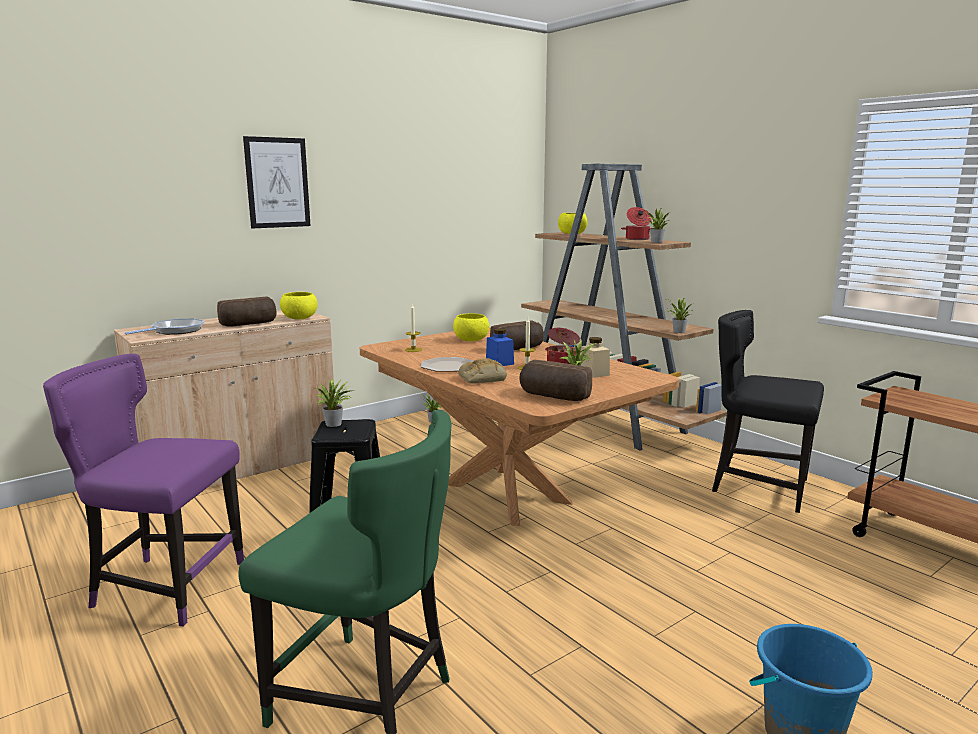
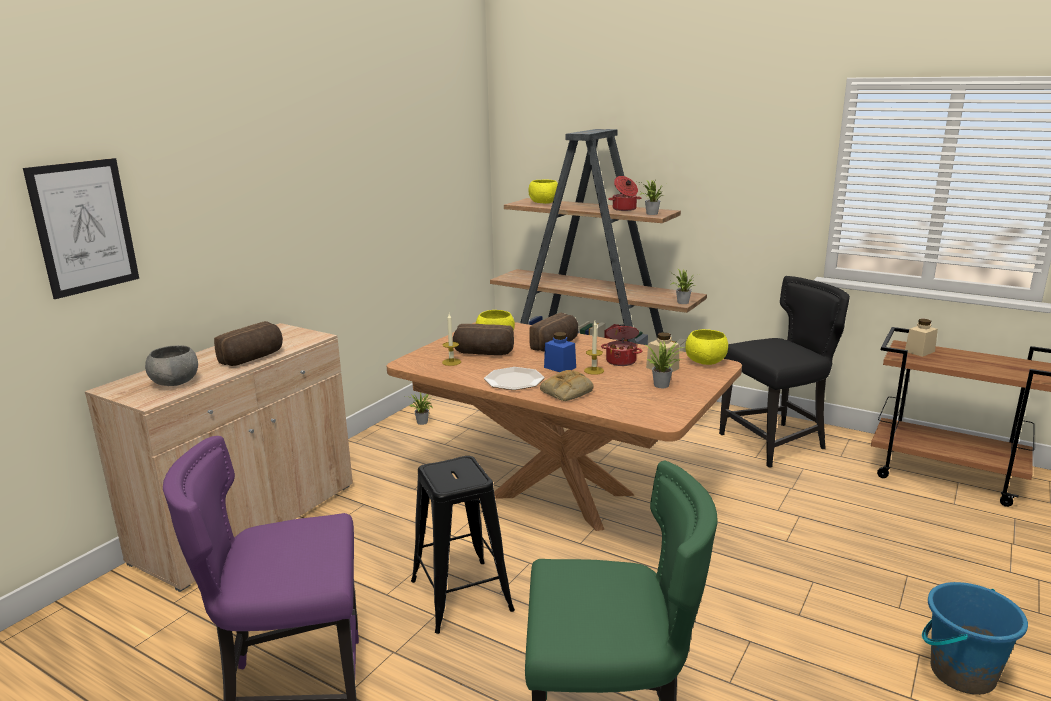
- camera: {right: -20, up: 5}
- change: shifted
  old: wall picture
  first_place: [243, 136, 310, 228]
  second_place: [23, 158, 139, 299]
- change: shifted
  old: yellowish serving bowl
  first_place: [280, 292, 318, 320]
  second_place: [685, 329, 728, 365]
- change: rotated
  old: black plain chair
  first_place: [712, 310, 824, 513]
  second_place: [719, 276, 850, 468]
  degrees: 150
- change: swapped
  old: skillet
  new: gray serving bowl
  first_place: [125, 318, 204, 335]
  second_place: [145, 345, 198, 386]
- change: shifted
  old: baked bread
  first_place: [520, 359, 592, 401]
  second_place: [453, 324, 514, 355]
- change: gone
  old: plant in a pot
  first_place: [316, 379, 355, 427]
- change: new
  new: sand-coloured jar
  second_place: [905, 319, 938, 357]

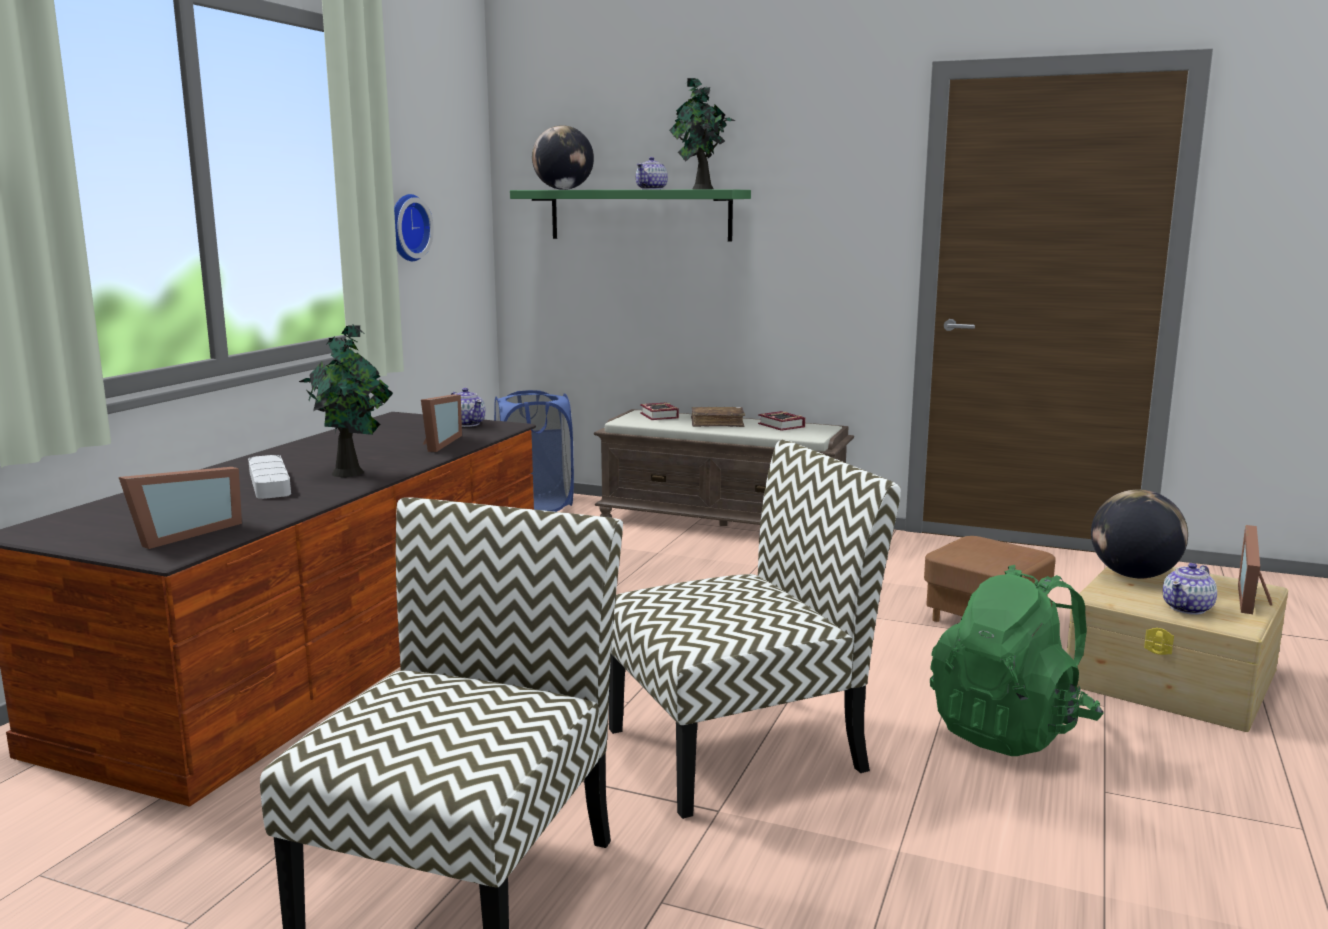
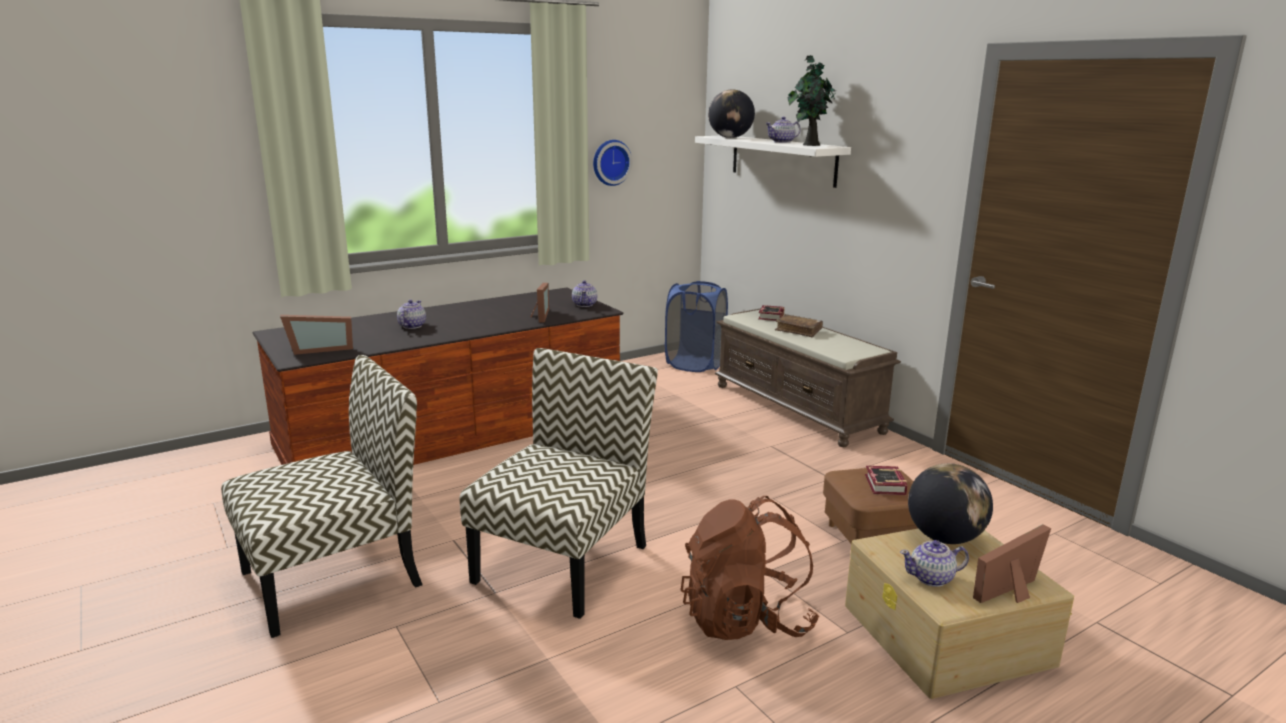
- camera: {right: 35, up: 5}
- change: repainted
  old: greenish bracket shelf
  new: whitish bracket shelf
  first_place: [510, 189, 751, 242]
  second_place: [695, 136, 851, 188]
- change: gone
  old: plant in a pot
  first_place: [299, 325, 393, 477]
- change: rotated
  old: photo frame
  first_place: [421, 395, 462, 452]
  second_place: [530, 283, 549, 323]
  degrees: -45
- change: shifted
  old: book
  first_place: [758, 411, 805, 431]
  second_place: [865, 466, 908, 495]
- change: rotated
  old: plain chair
  first_place: [609, 440, 901, 819]
  second_place: [460, 348, 658, 619]
  degrees: -75
- change: swapped
  old: gray tray
  new: pot for tea
  first_place: [248, 455, 291, 499]
  second_place: [397, 300, 426, 329]
- change: repainted
  old: greenish rucksack
  new: brown-coloured rucksack
  first_place: [930, 565, 1103, 756]
  second_place: [681, 496, 819, 640]

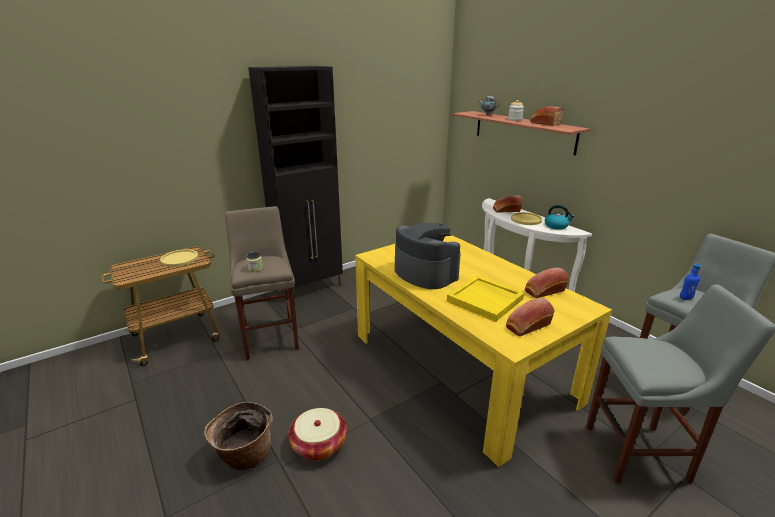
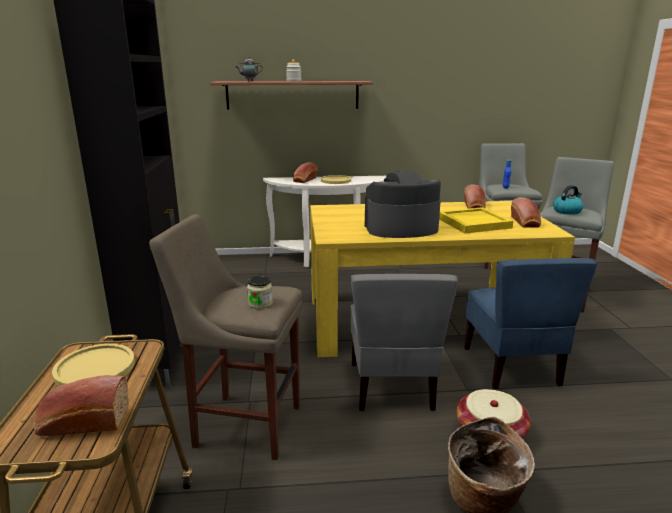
- camera: {right: -60, up: -5}
- change: shifted
  old: baked bread
  first_place: [530, 107, 564, 126]
  second_place: [34, 375, 128, 436]
- change: shifted
  old: water kettle
  first_place: [545, 205, 574, 230]
  second_place: [553, 185, 584, 215]
- change: new
  new: bluish plain chair
  second_place: [464, 258, 597, 389]
- change: new
  new: gray plain chair
  second_place: [351, 274, 458, 411]

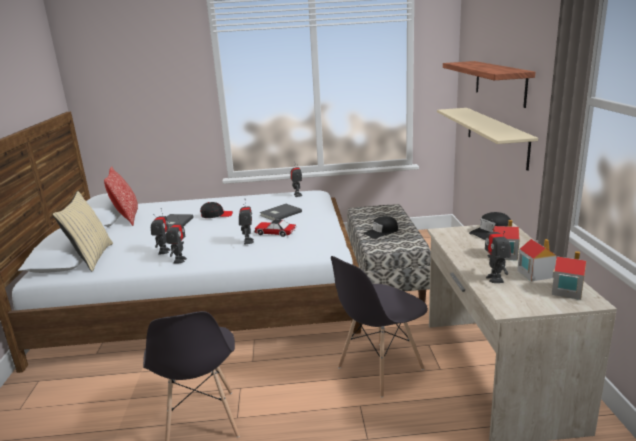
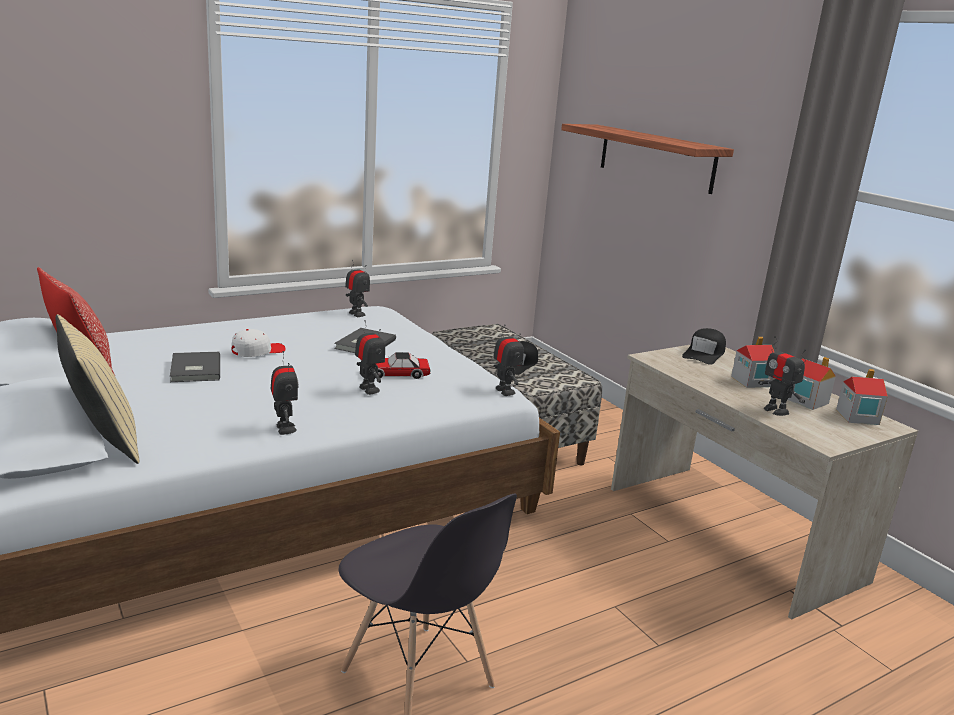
- camera: {right: -30, up: 0}
- change: gone
  old: sand-coloured bracket shelf
  first_place: [437, 108, 538, 171]
- change: repainted
  old: black baseball cap
  new: whitish baseball cap
  first_place: [200, 202, 233, 218]
  second_place: [231, 329, 286, 357]
- change: shifted
  old: robot figure
  first_place: [151, 208, 171, 254]
  second_place: [493, 324, 524, 396]
- change: gone
  old: gray plain chair
  first_place: [331, 256, 428, 398]

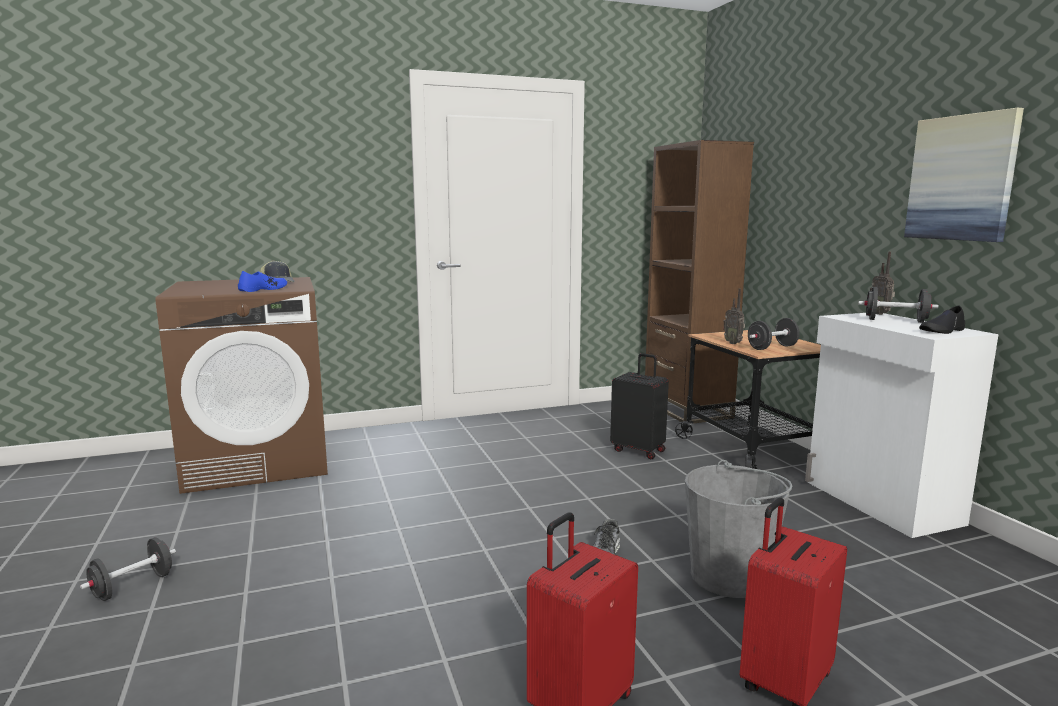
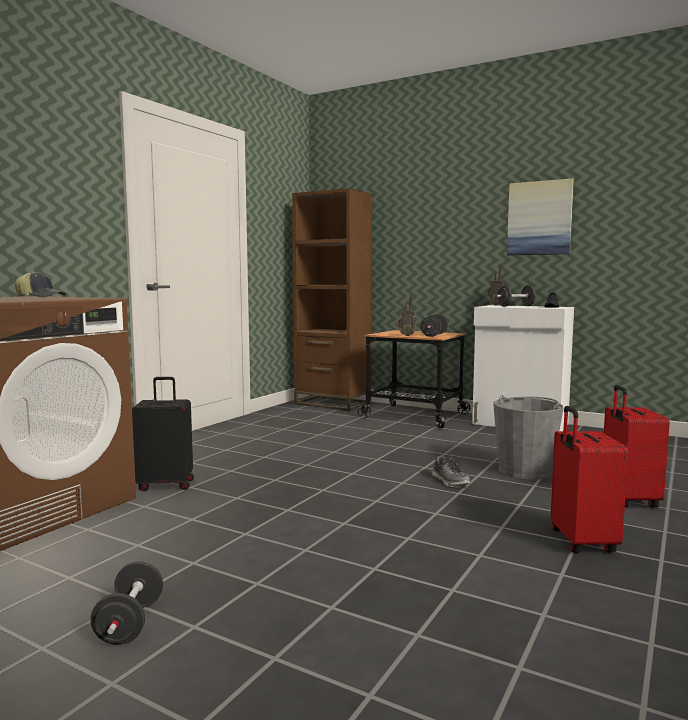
- camera: {right: -40, up: -5}
- change: gone
  old: bluish shoe
  first_place: [238, 271, 287, 292]
- change: shifted
  old: black travel case
  first_place: [610, 353, 669, 459]
  second_place: [132, 377, 194, 491]

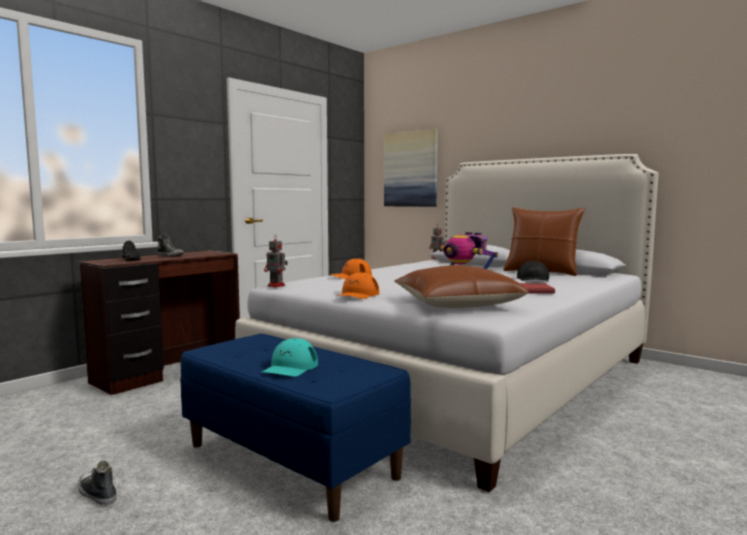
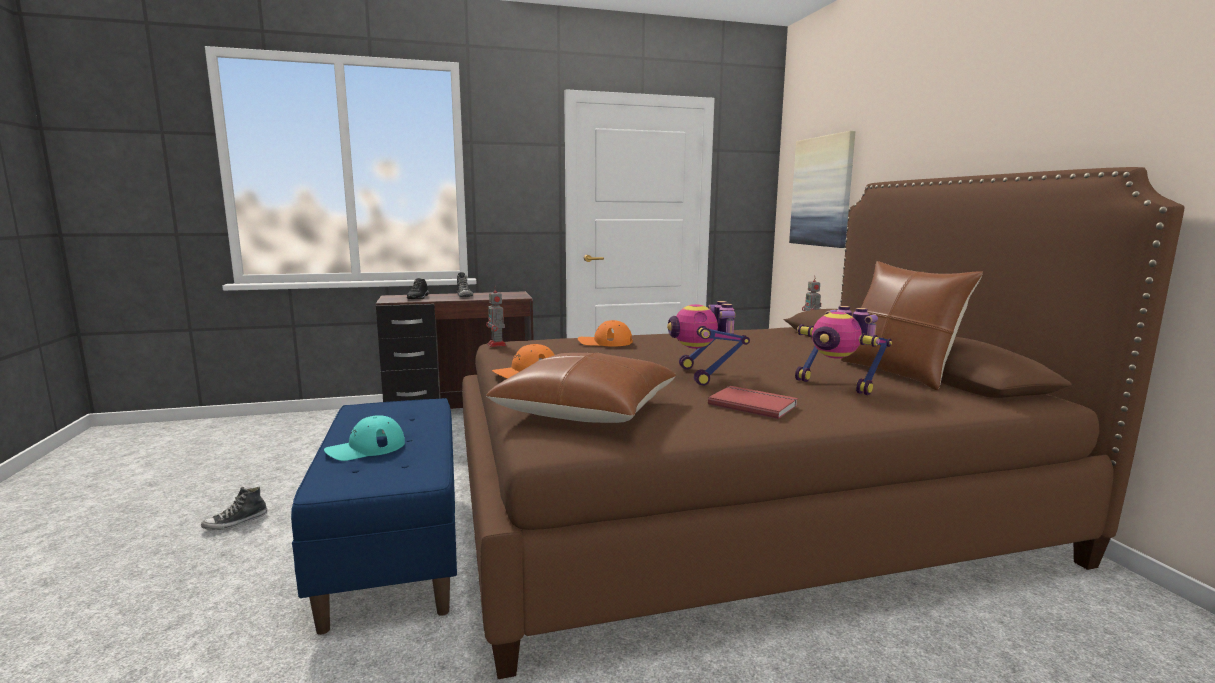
- camera: {right: 35, up: 5}
- change: repainted
  old: whitish bedroom bed
  new: brown-coloured bedroom bed
  first_place: [235, 154, 658, 492]
  second_place: [462, 167, 1184, 679]
- change: swapped
  old: black baseball cap
  new: robot figure
  first_place: [517, 261, 549, 282]
  second_place: [795, 306, 892, 395]
- change: rotated
  old: shoe
  first_place: [78, 461, 117, 505]
  second_place: [201, 486, 267, 530]
  degrees: -120

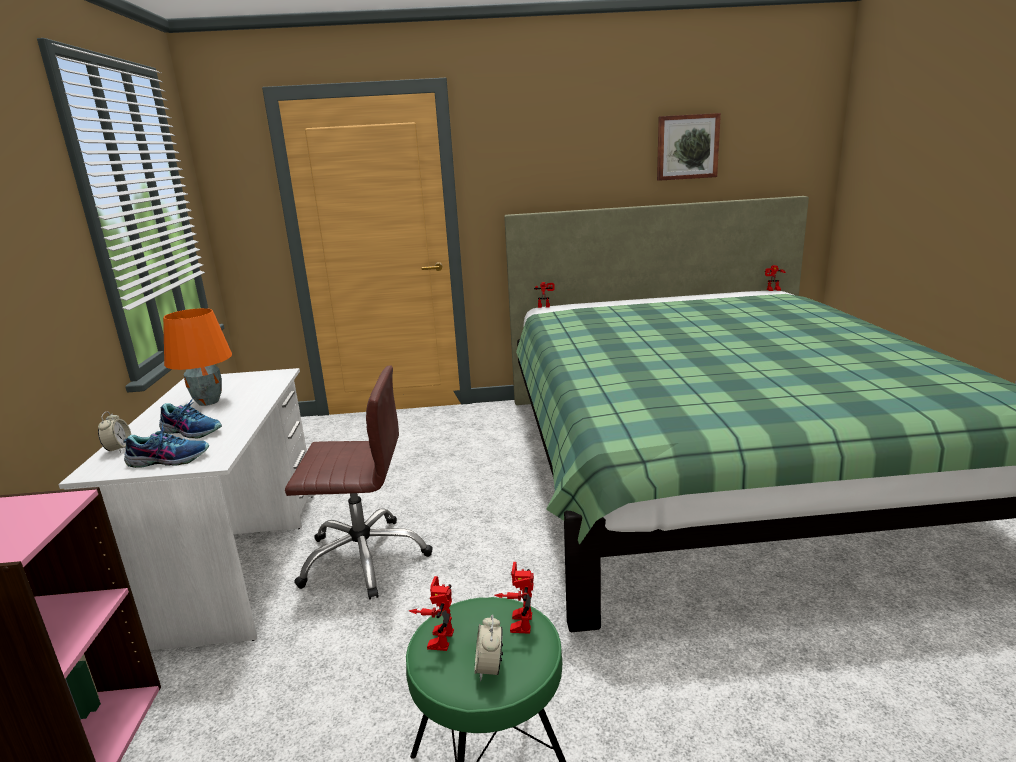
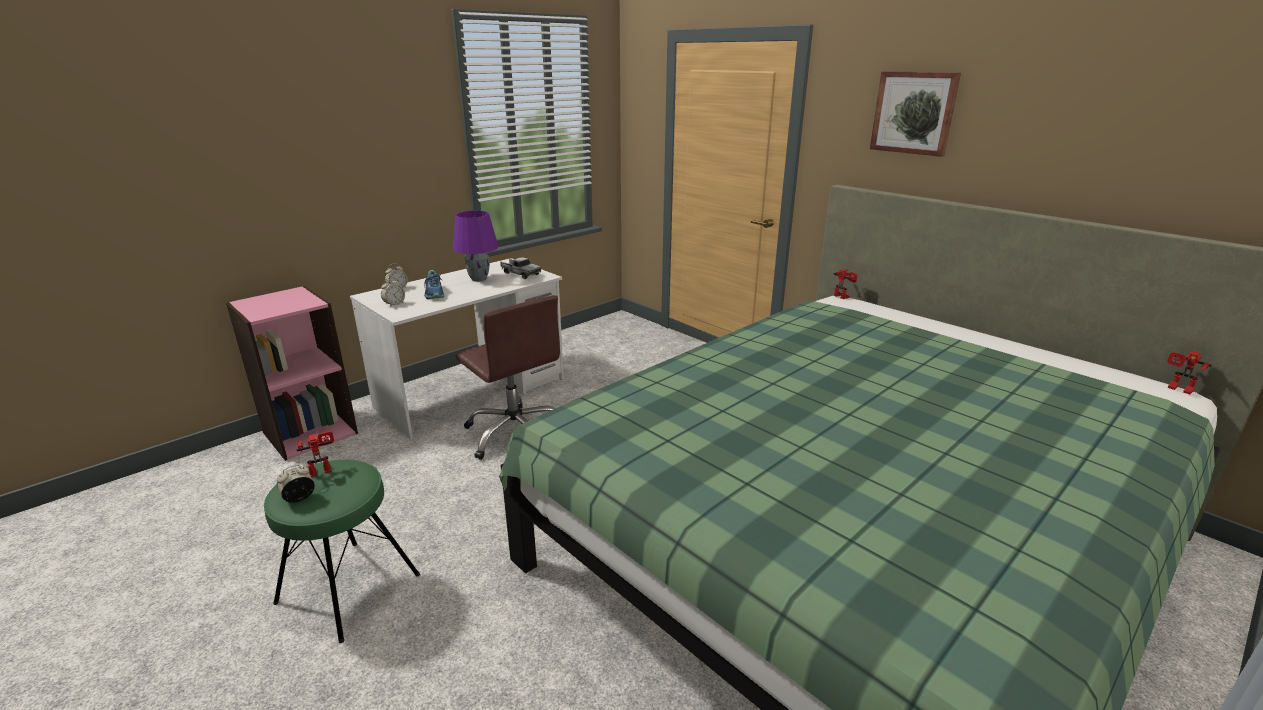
- camera: {right: 50, up: 5}
- change: shifted
  old: wall picture
  first_place: [657, 113, 721, 181]
  second_place: [870, 71, 961, 157]
- change: repainted
  old: orange-coloured table lamp
  new: purple table lamp
  first_place: [163, 308, 232, 406]
  second_place: [453, 211, 499, 282]
- change: swapped
  old: shoe
  new: table clock
  first_place: [123, 424, 209, 468]
  second_place: [381, 277, 405, 307]
- change: gone
  old: robot figure
  first_place: [494, 562, 534, 634]
- change: new
  new: toy truck
  second_place: [500, 257, 541, 279]

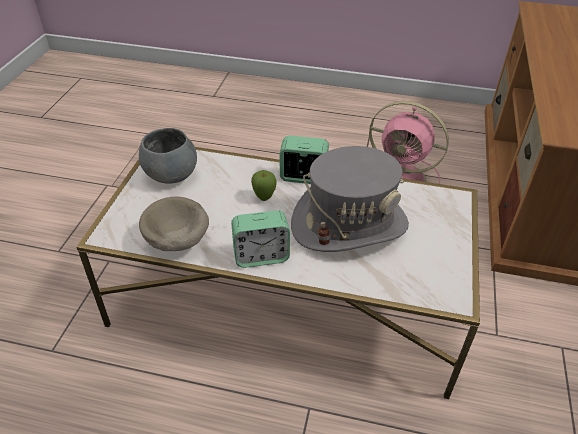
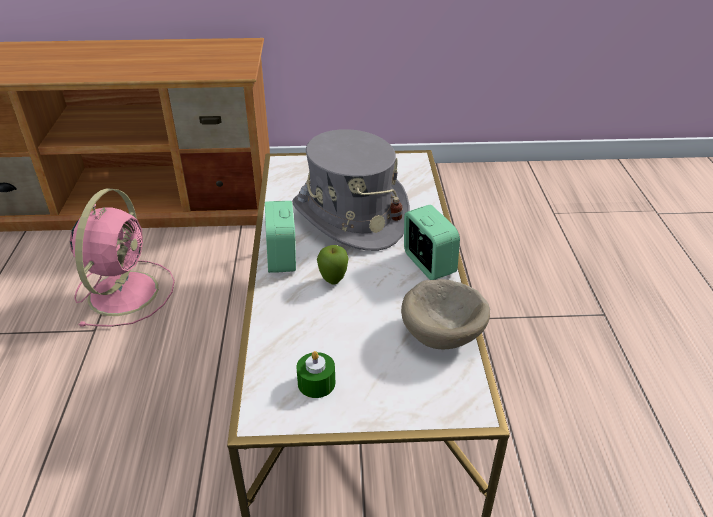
- camera: {right: -105, up: -5}
- change: swapped
  old: gray serving bowl
  new: greenish candle
  first_place: [139, 128, 197, 184]
  second_place: [296, 351, 335, 398]

